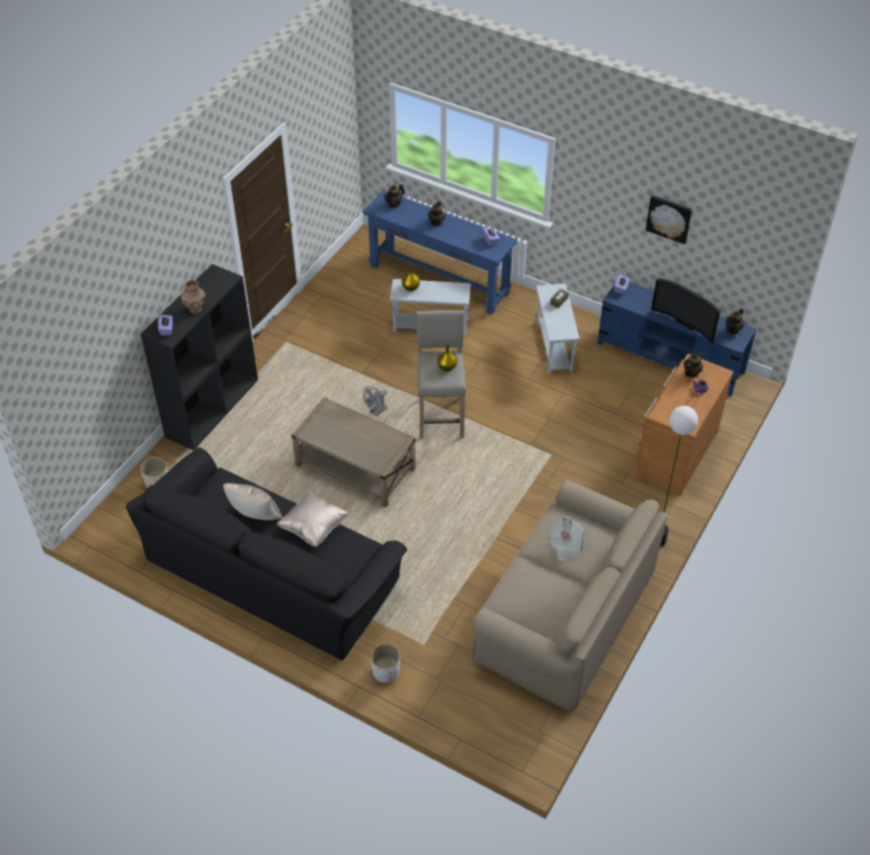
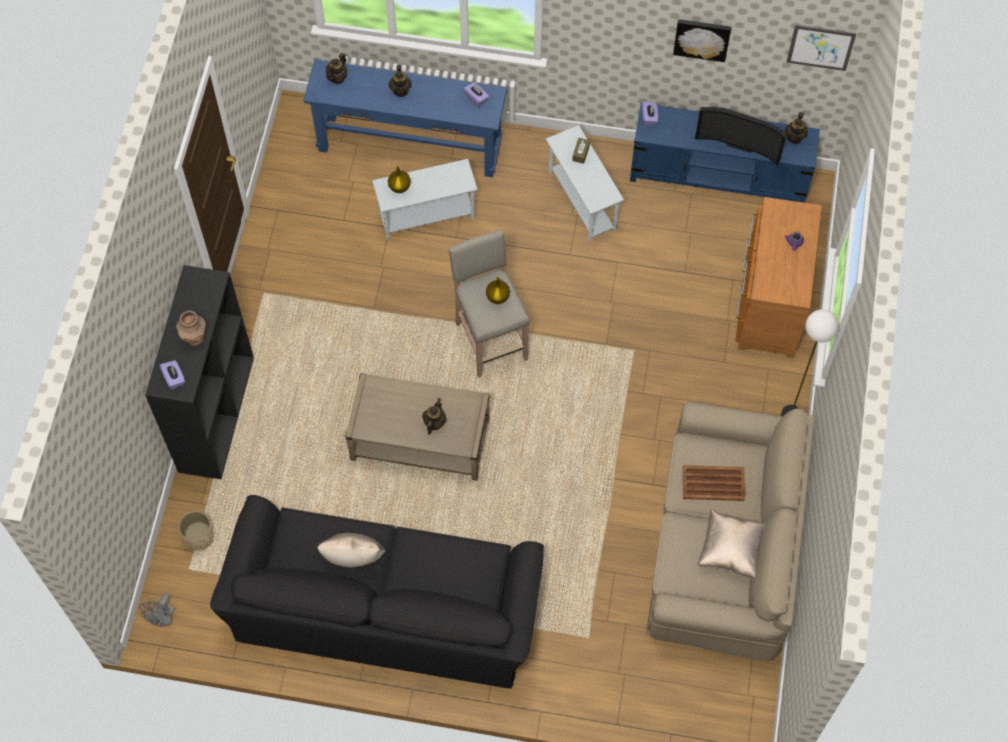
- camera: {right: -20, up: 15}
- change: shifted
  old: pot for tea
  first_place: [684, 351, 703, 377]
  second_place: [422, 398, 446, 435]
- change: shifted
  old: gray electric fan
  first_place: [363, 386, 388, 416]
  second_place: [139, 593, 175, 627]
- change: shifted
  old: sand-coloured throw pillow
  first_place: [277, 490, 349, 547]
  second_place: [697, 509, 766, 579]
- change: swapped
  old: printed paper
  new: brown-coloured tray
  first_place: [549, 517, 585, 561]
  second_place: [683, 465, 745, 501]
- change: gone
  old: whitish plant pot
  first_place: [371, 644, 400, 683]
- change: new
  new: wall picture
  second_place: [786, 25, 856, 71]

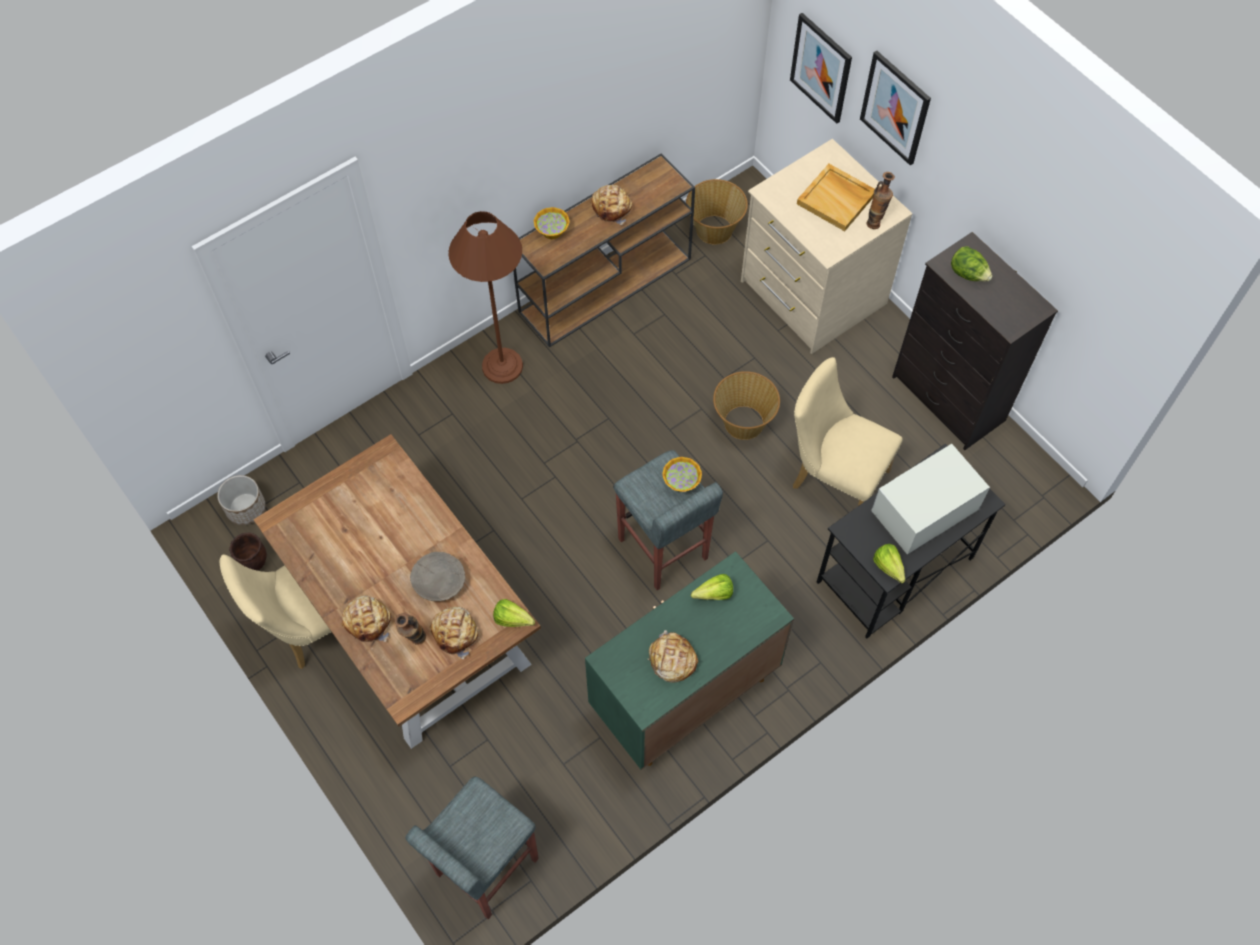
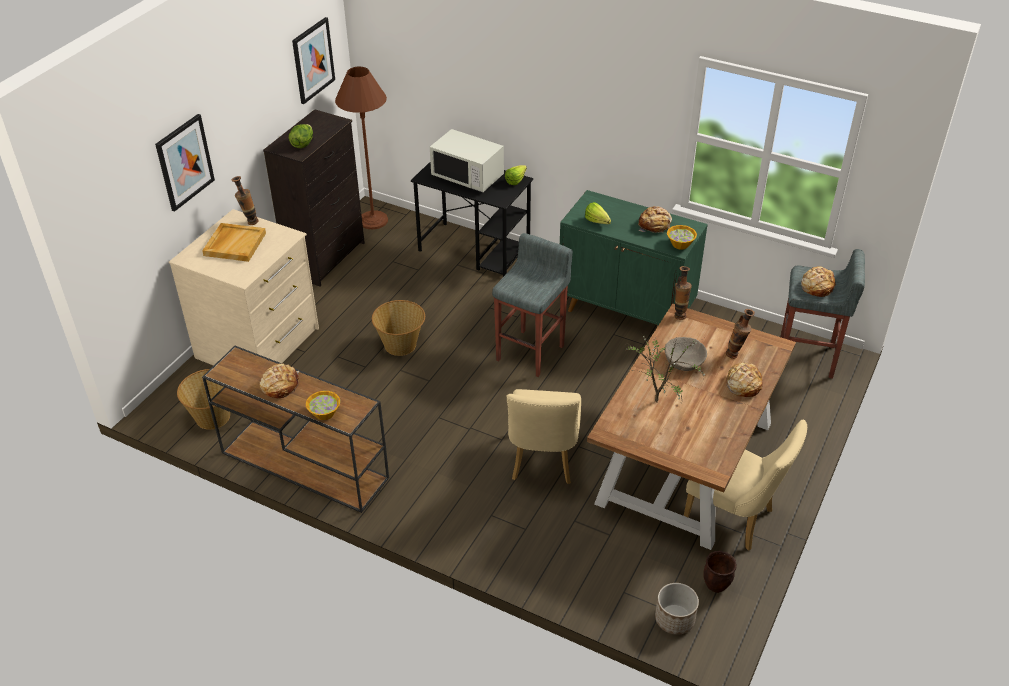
- camera: {right: -115, up: -20}
- change: shifted
  old: wall picture
  first_place: [790, 13, 852, 124]
  second_place: [292, 17, 335, 104]
- change: shifted
  old: brown-coloured floor lamp
  first_place: [449, 211, 523, 384]
  second_place: [335, 67, 388, 229]
- change: shifted
  old: sand-coloured plain chair
  first_place: [793, 357, 903, 506]
  second_place: [506, 389, 581, 484]
- change: shifted
  old: serving bowl
  first_place: [662, 457, 702, 492]
  second_place: [667, 225, 697, 249]
- change: swapped
  old: lettuce head
  new: decorative vase
  first_place: [493, 599, 535, 627]
  second_place: [674, 266, 692, 320]
- change: shifted
  old: baked bread
  first_place: [430, 607, 480, 659]
  second_place: [801, 266, 835, 297]
- change: new
  new: plant in a pot
  second_place: [624, 333, 705, 404]

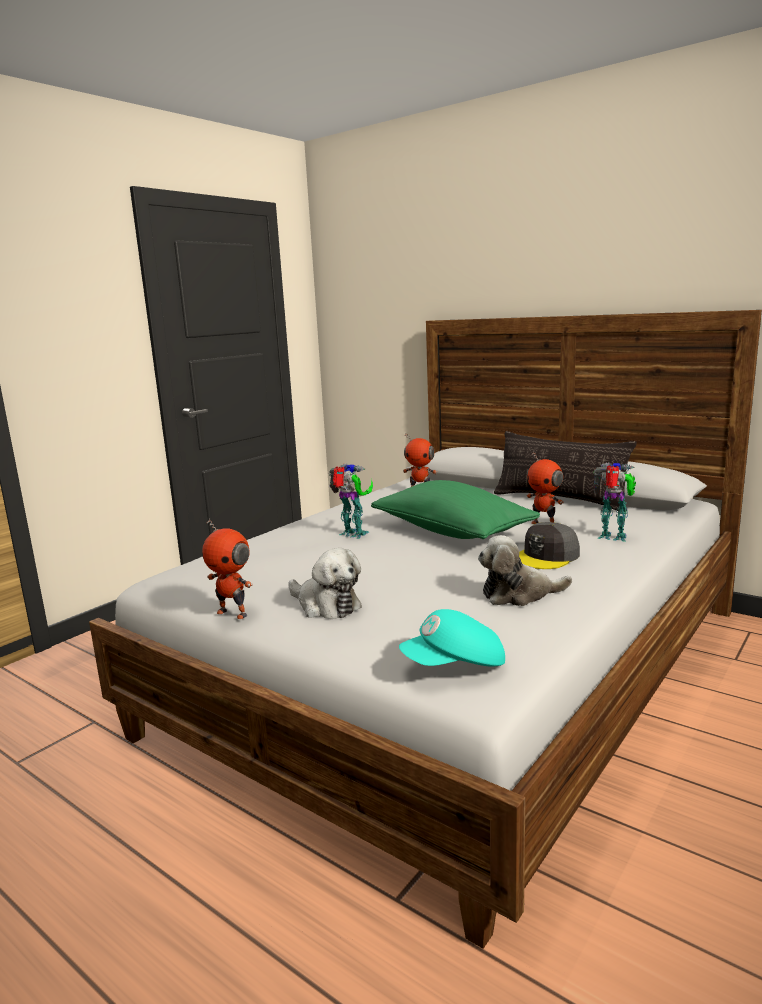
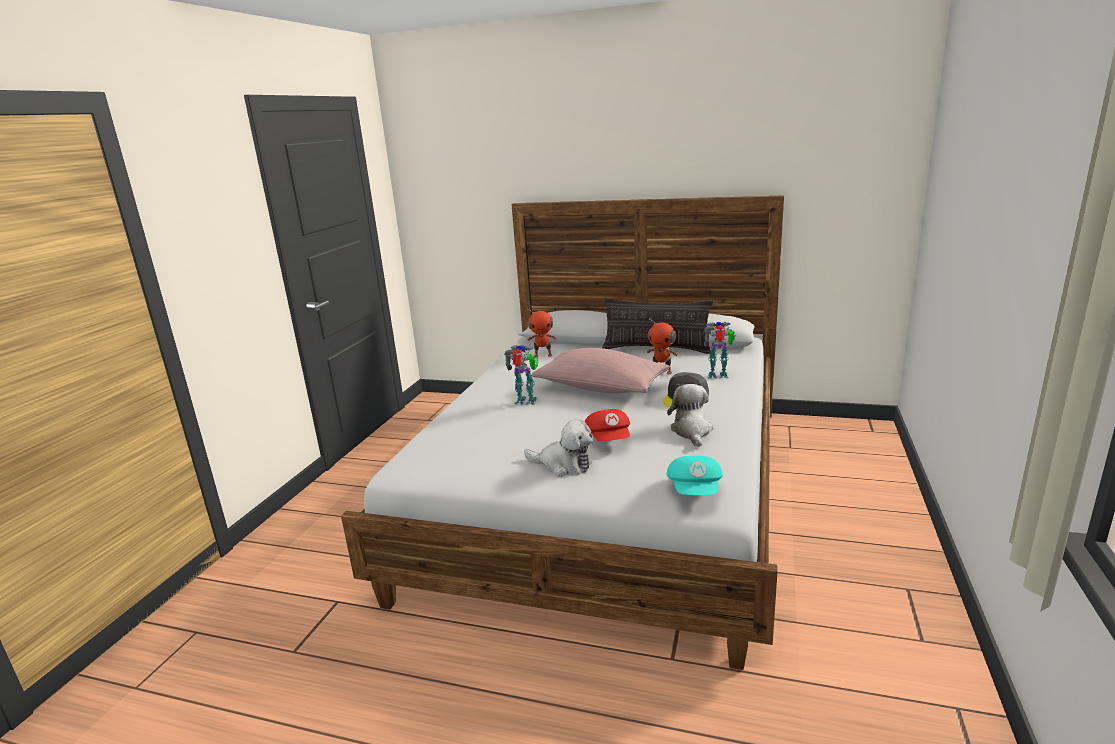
- camera: {right: -20, up: 5}
- change: repainted
  old: greenish throw pillow
  new: pink throw pillow
  first_place: [371, 480, 540, 539]
  second_place: [532, 348, 670, 393]
- change: gone
  old: robot figure
  first_place: [202, 518, 253, 619]
- change: rotated
  old: soft toy
  first_place: [478, 535, 572, 606]
  second_place: [667, 384, 713, 447]
  degrees: 120
- change: rotated
  old: blue-green baseball cap
  first_place: [399, 609, 505, 667]
  second_place: [666, 456, 723, 495]
  degrees: -45
- change: new
  new: red baseball cap
  second_place: [584, 409, 630, 441]

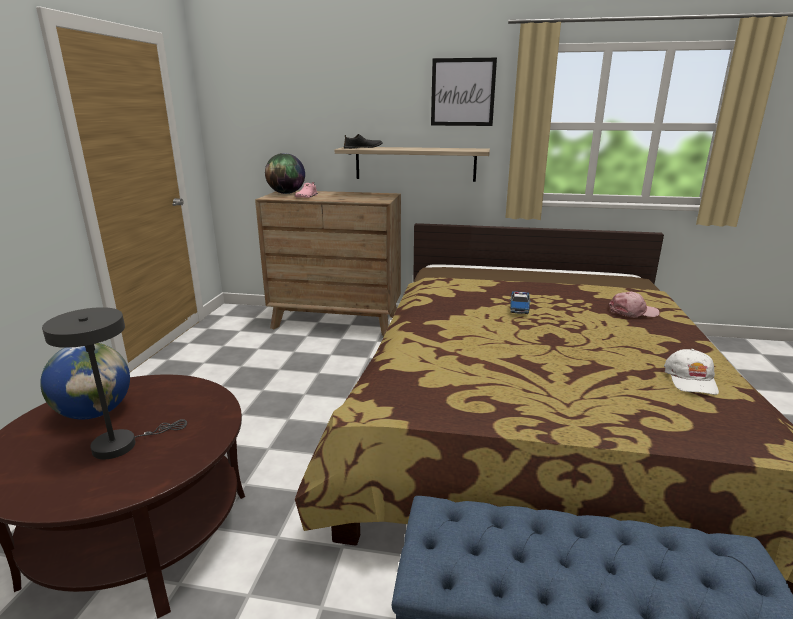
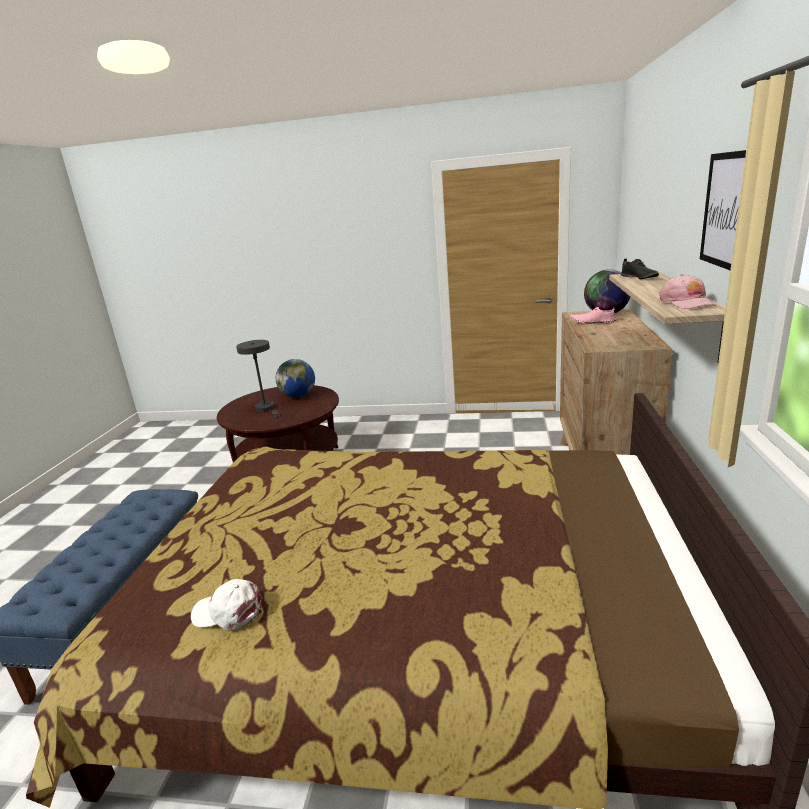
- camera: {right: 90, up: 0}
- change: gone
  old: miniature car
  first_place: [510, 291, 531, 314]
- change: shifted
  old: pink baseball cap
  first_place: [609, 292, 660, 318]
  second_place: [659, 274, 717, 309]

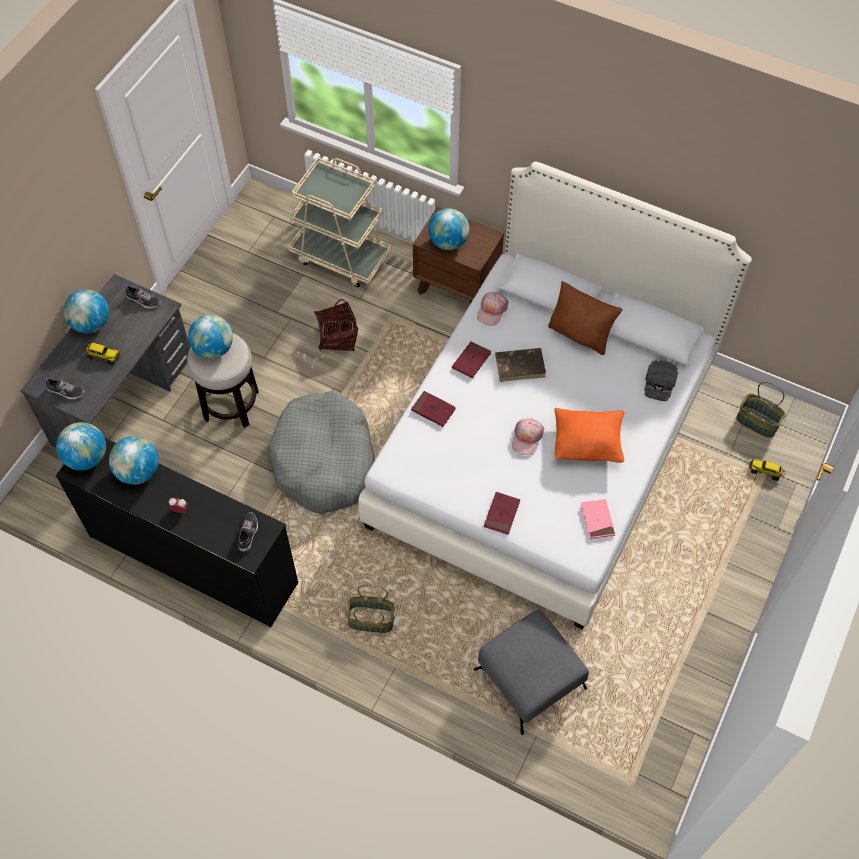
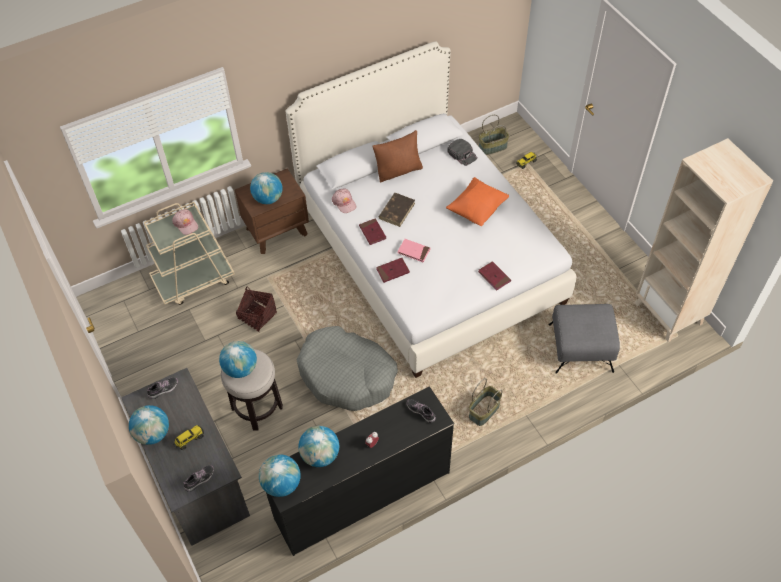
- camera: {right: -55, up: -5}
- change: shifted
  old: pink baseball cap
  first_place: [512, 418, 544, 455]
  second_place: [172, 209, 198, 235]
- change: shifted
  old: pink book
  first_place: [581, 499, 615, 540]
  second_place: [398, 239, 431, 262]
- change: new
  new: sand-coloured bookcase
  second_place: [636, 138, 773, 342]

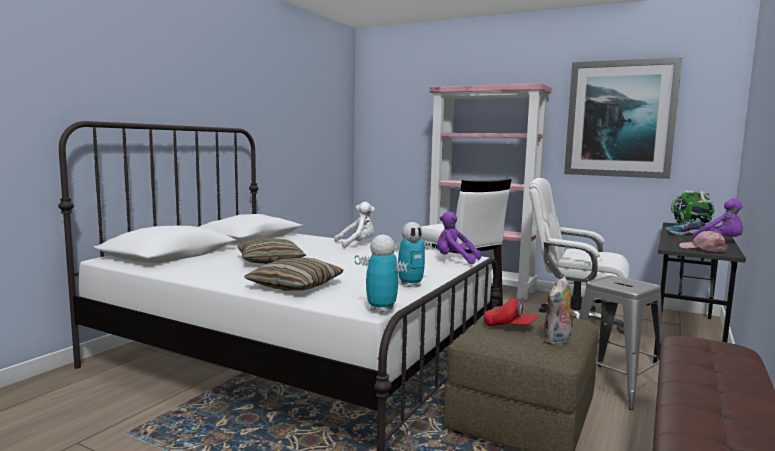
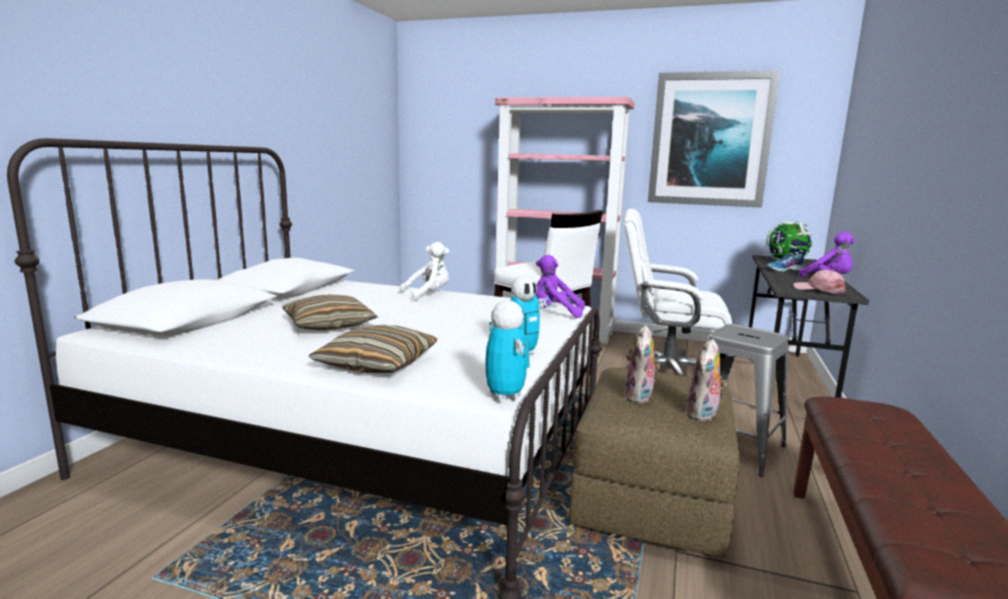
- camera: {right: -10, up: 5}
- change: rotated
  old: robot figure
  first_place: [354, 234, 412, 313]
  second_place: [485, 300, 529, 401]
  degrees: 45
- change: swapped
  old: red baseball cap
  new: soft toy
  first_place: [483, 297, 538, 326]
  second_place: [624, 325, 661, 404]

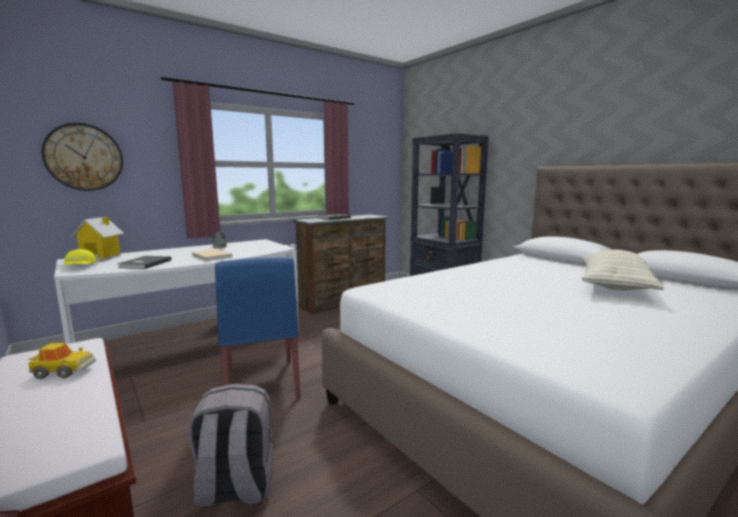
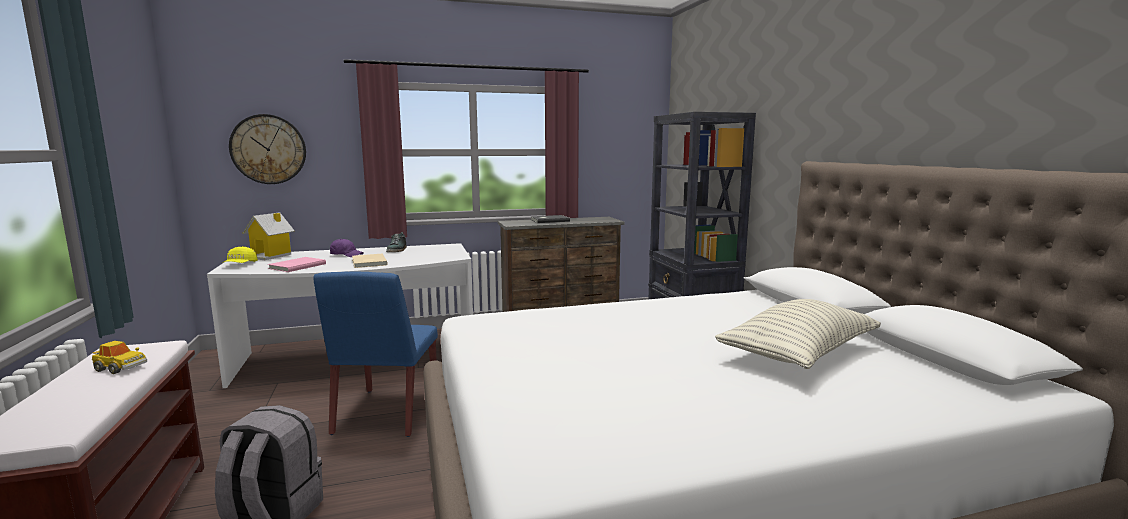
- camera: {right: 20, up: 0}
- change: repainted
  old: gray book
  new: pink book
  first_place: [117, 256, 172, 269]
  second_place: [268, 257, 326, 272]
- change: new
  new: purple baseball cap
  second_place: [330, 239, 364, 257]

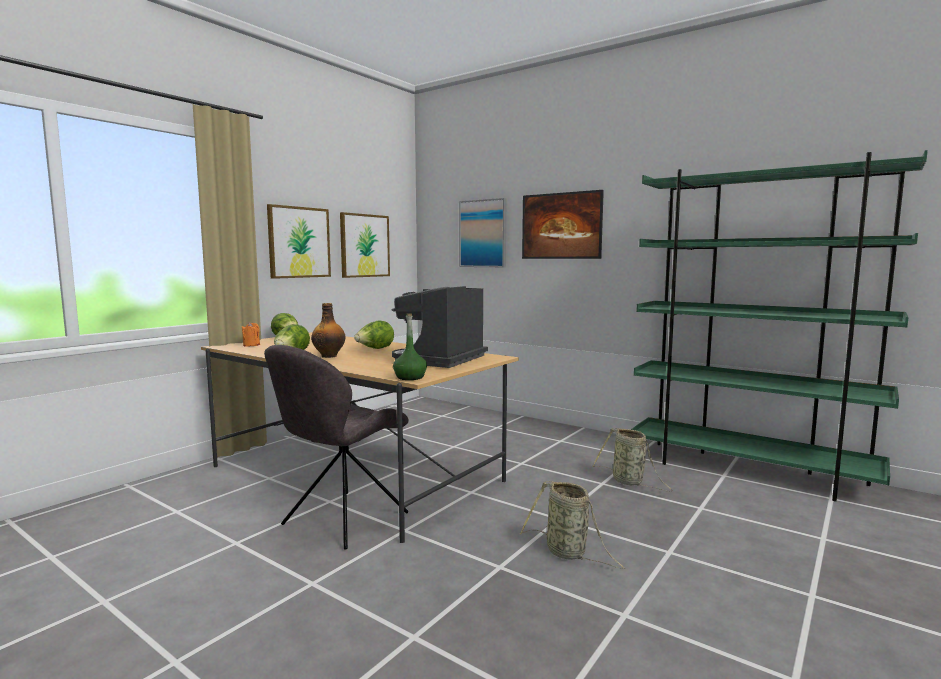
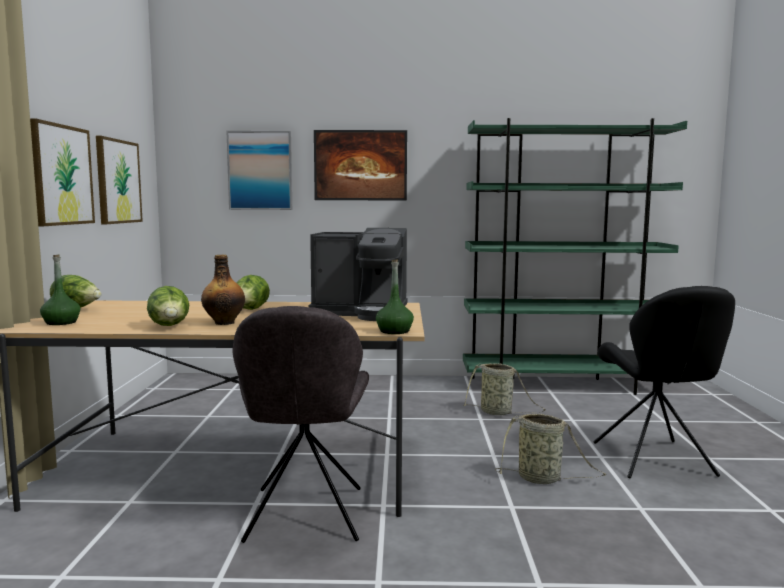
- camera: {right: -35, up: 0}
- change: rotated
  old: coffee brewer
  first_place: [391, 286, 488, 368]
  second_place: [308, 228, 408, 321]
  degrees: -75
- change: swapped
  old: orange-coloured candle
  new: greenish drink bottle
  first_place: [242, 322, 260, 347]
  second_place: [40, 255, 80, 325]
- change: new
  new: black plain chair
  second_place: [594, 286, 735, 478]

